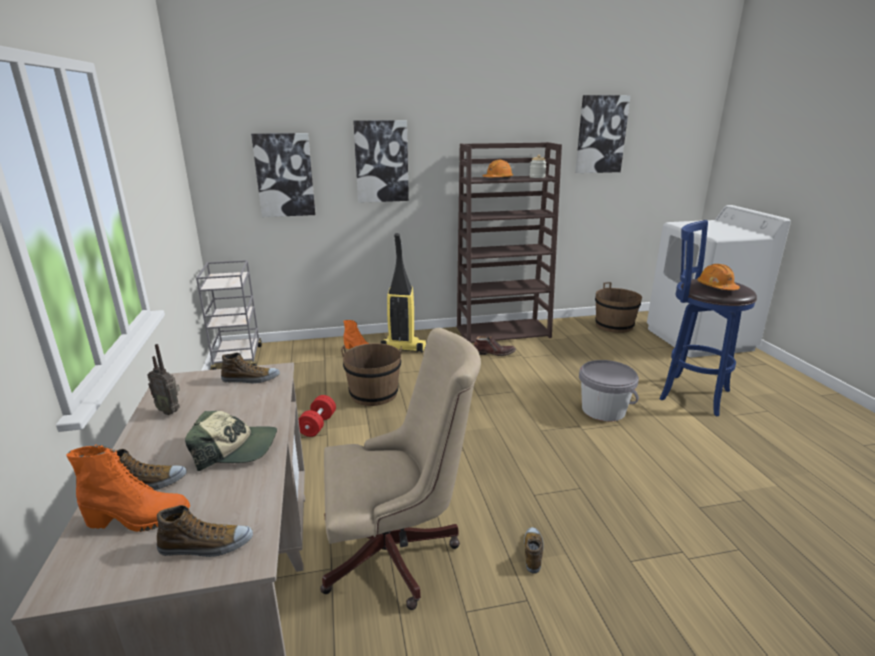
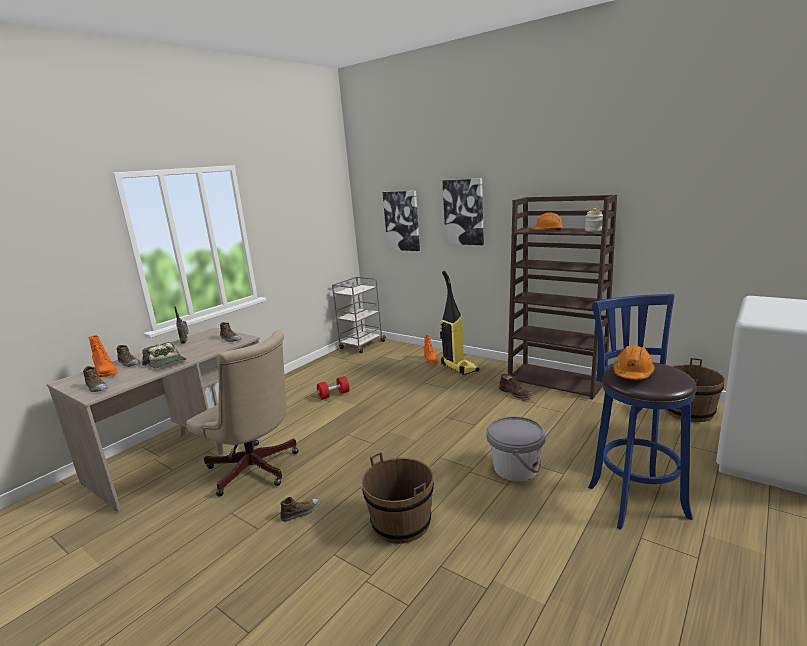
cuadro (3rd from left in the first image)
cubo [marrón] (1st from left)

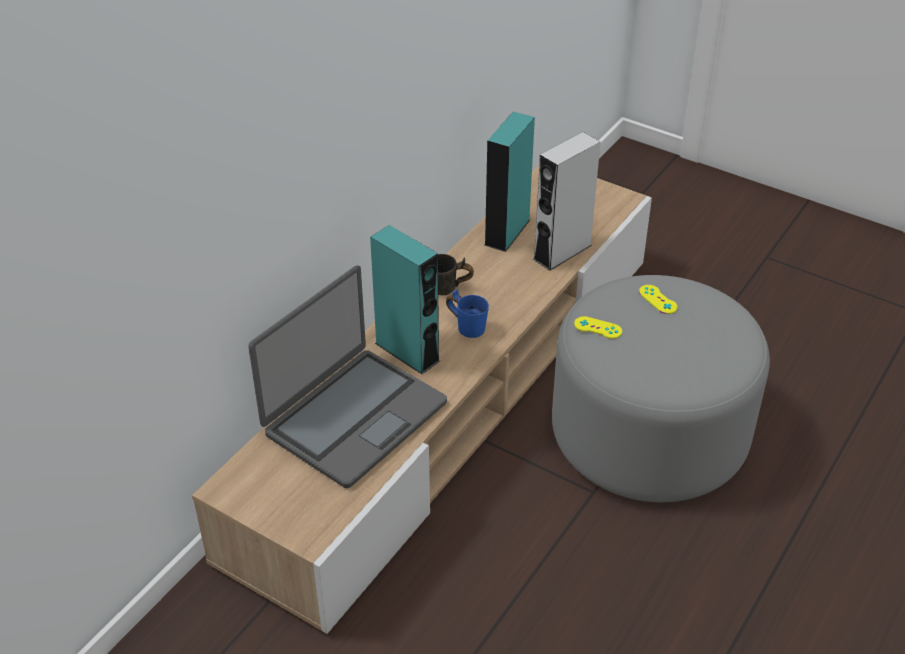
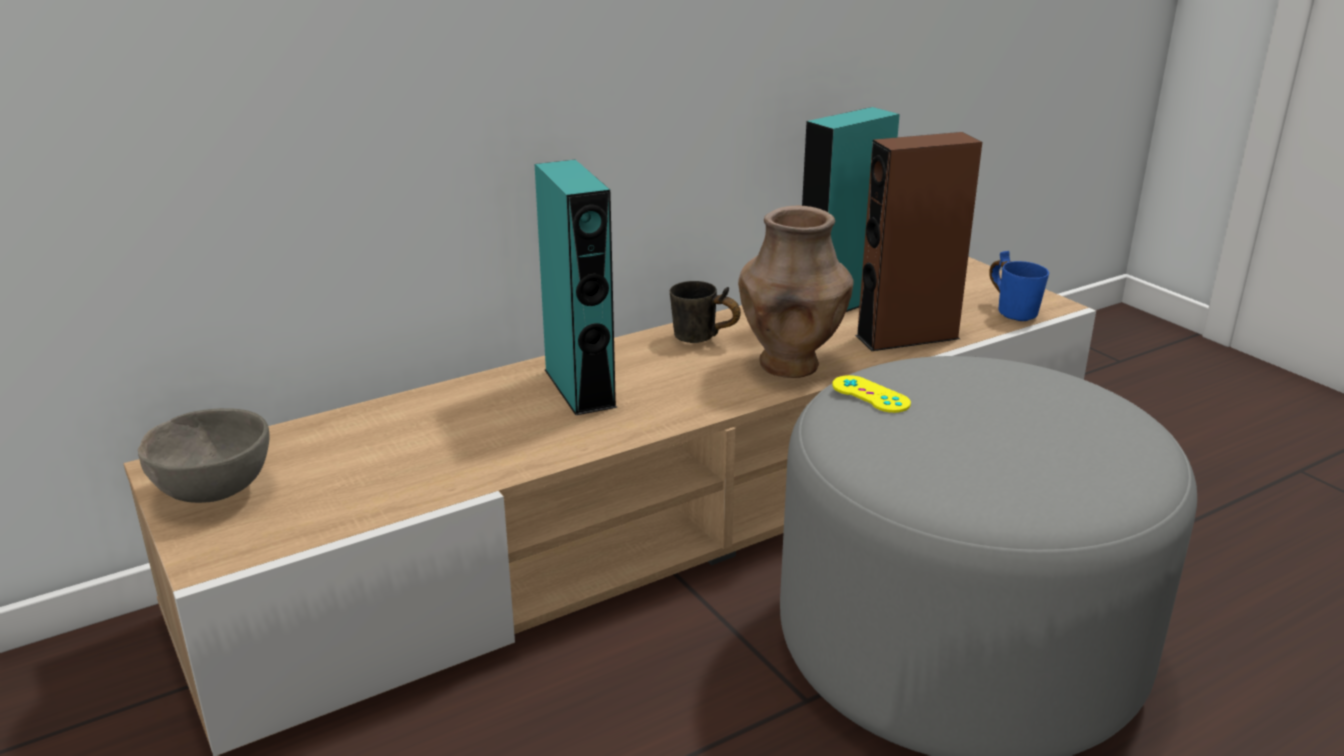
altavoz [marrón]
portátil
mando de consola [amarillo] (2nd from left in the first image)
taza grande [azul]
florero [marrón]
cuenco [gris]

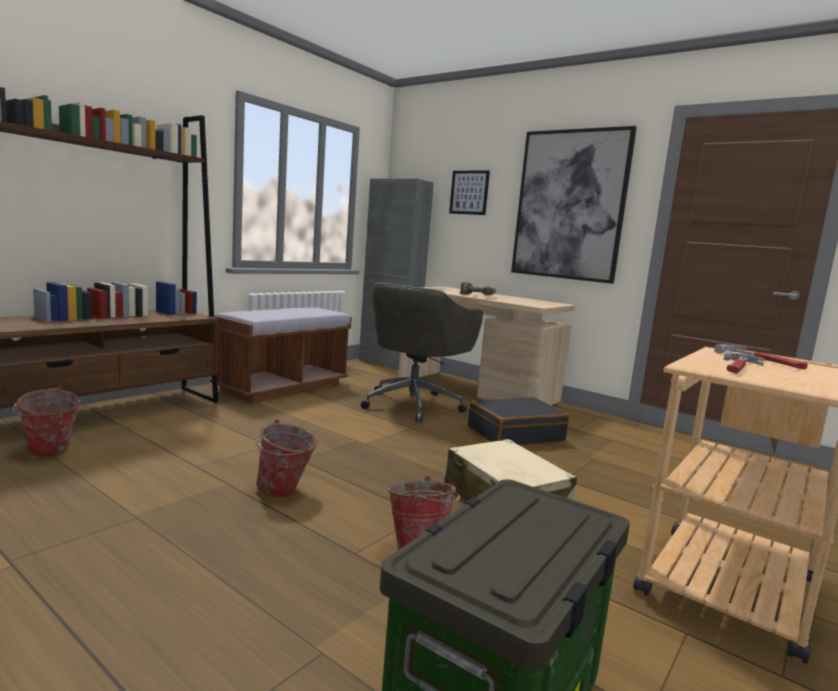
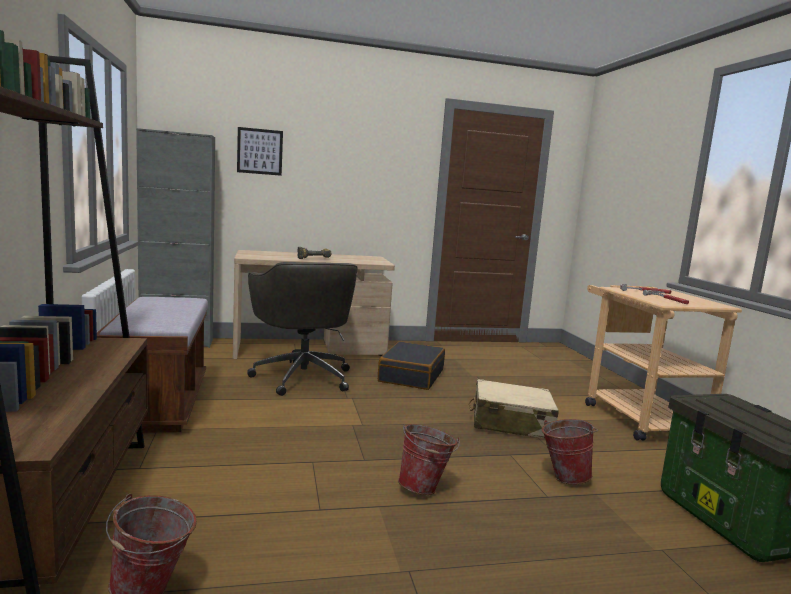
cuadro (2nd from left in the first image)

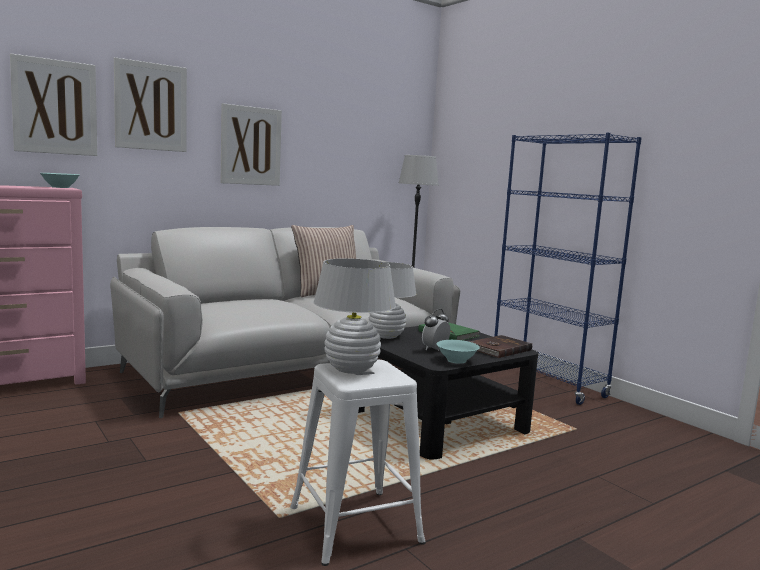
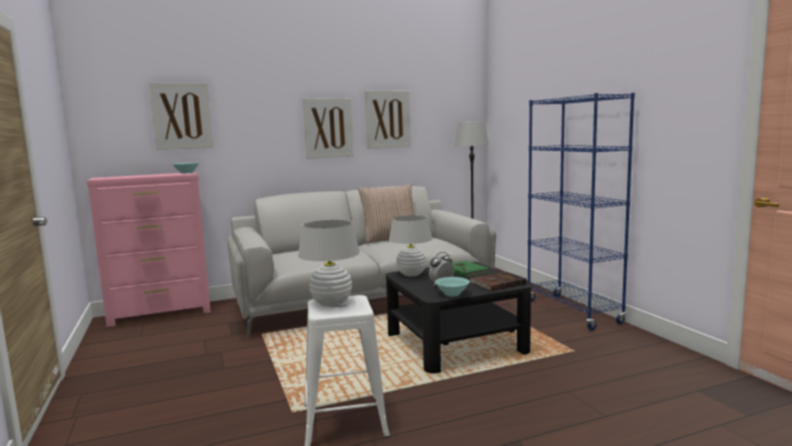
cuadro (3rd from left)

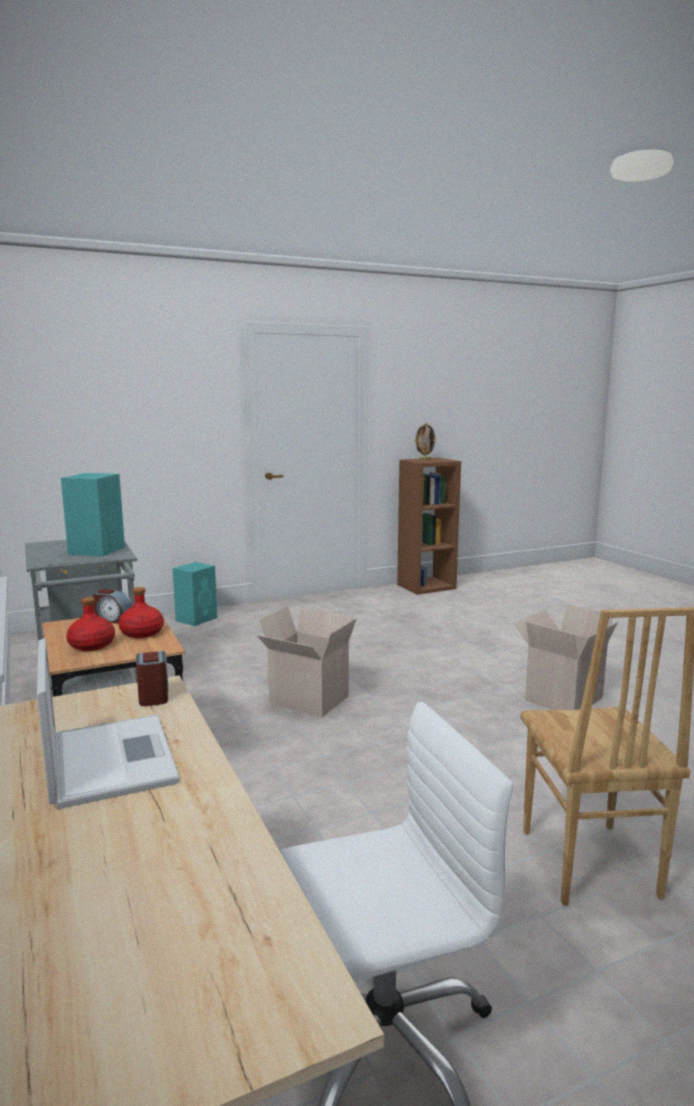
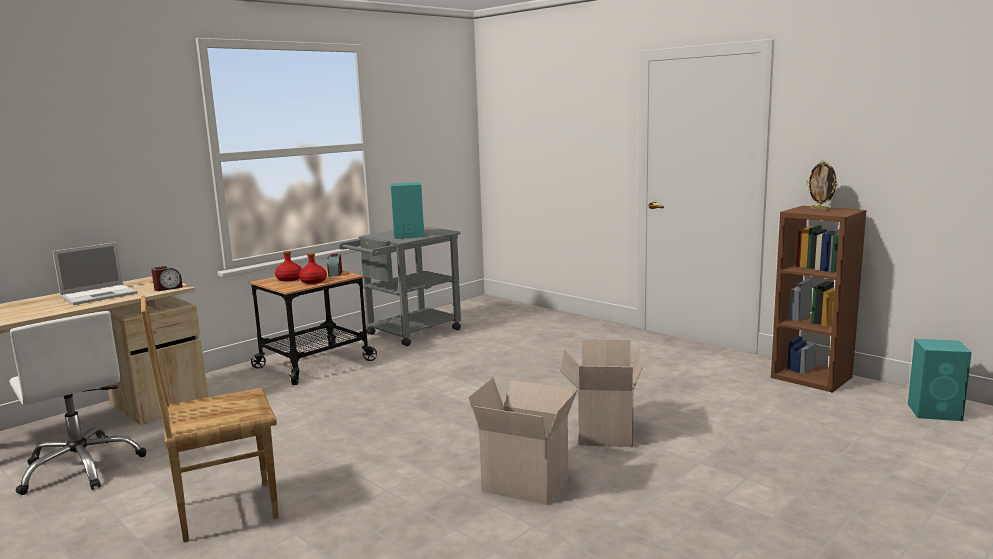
altavoz [turquesa] (2nd from left)
caja de cartón (2nd from left)

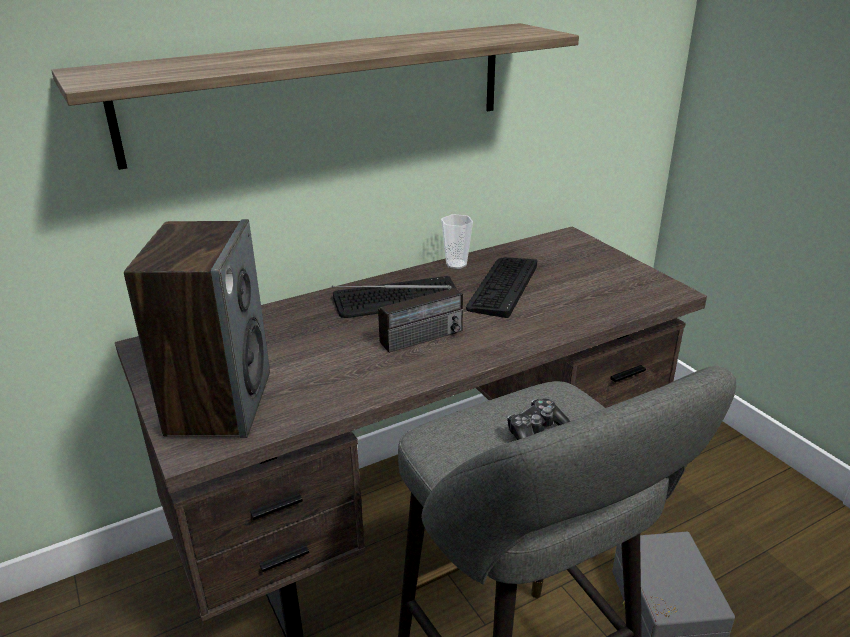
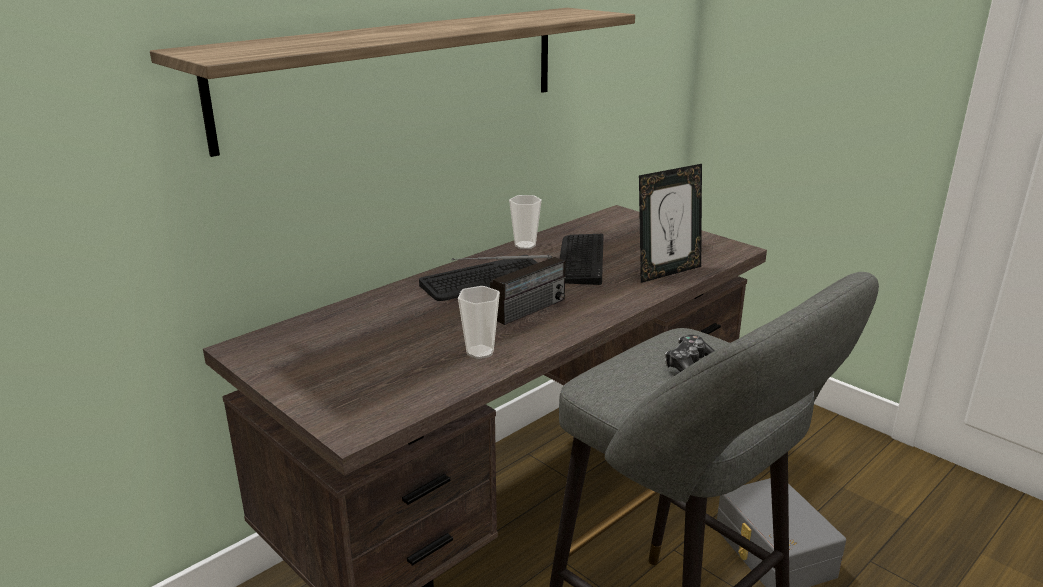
altavoz
portarretratos
taza (1st from left)

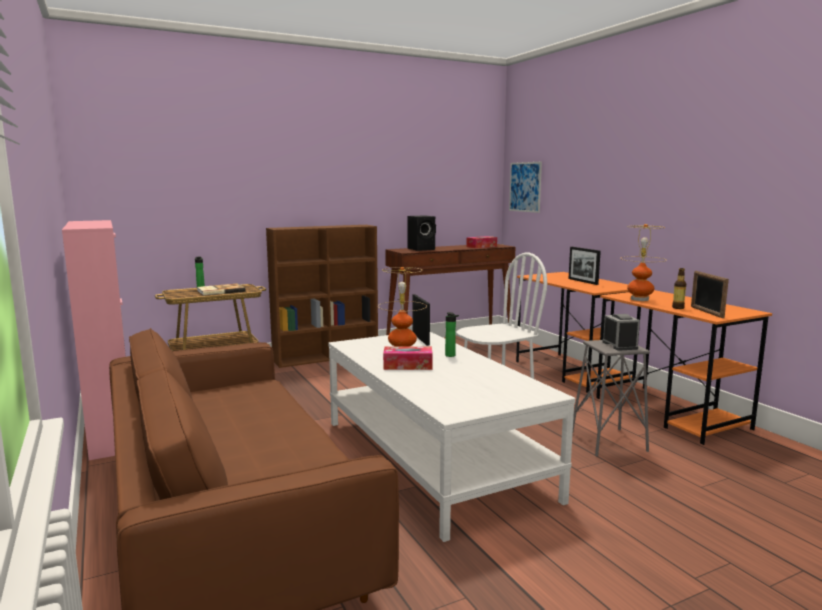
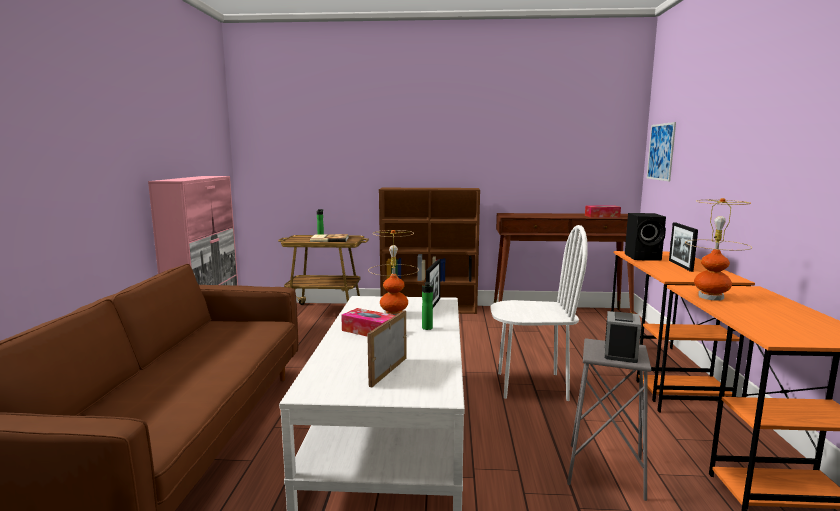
altavoz [negro]
botella (3rd from left in the first image)
portarretratos (1st from left)

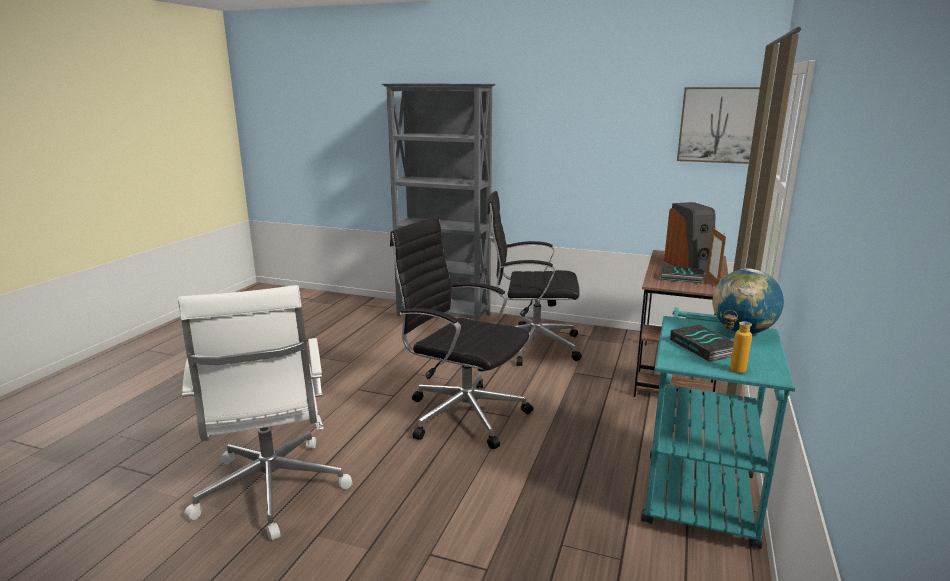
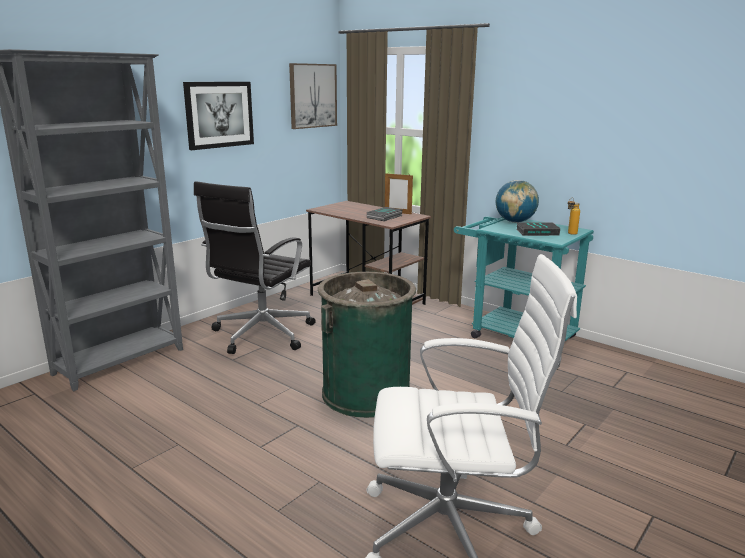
altavoz
papelera [verde]
cuadro (1st from left)

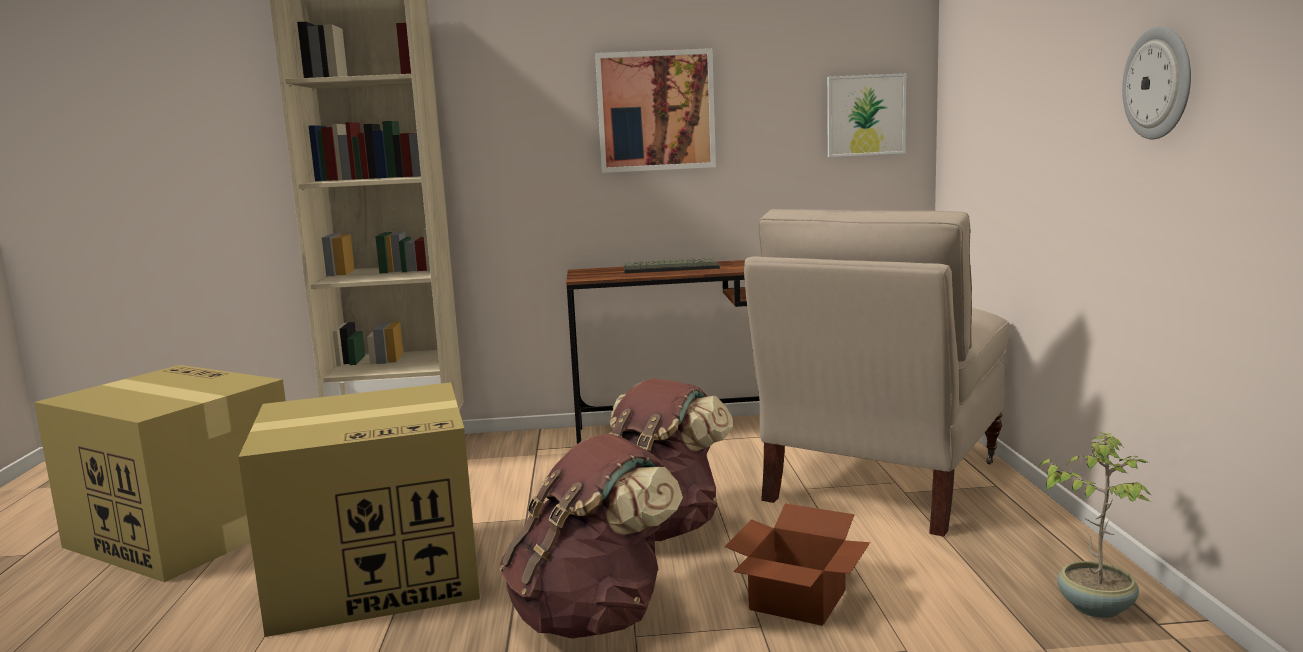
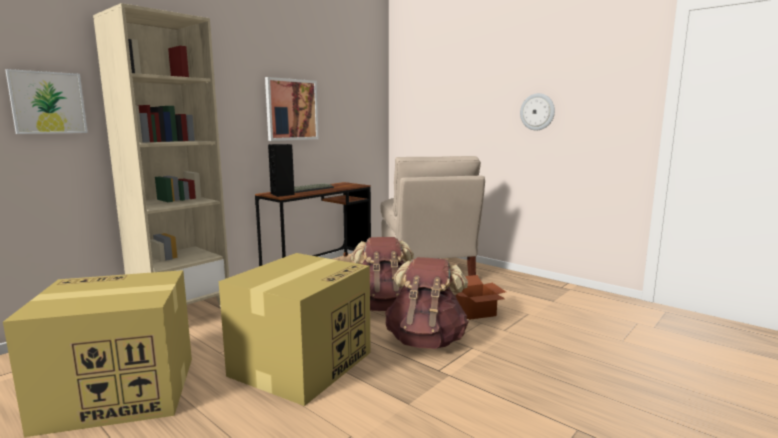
cuadro (1st from left)
planta en maceta
altavoz [negro]

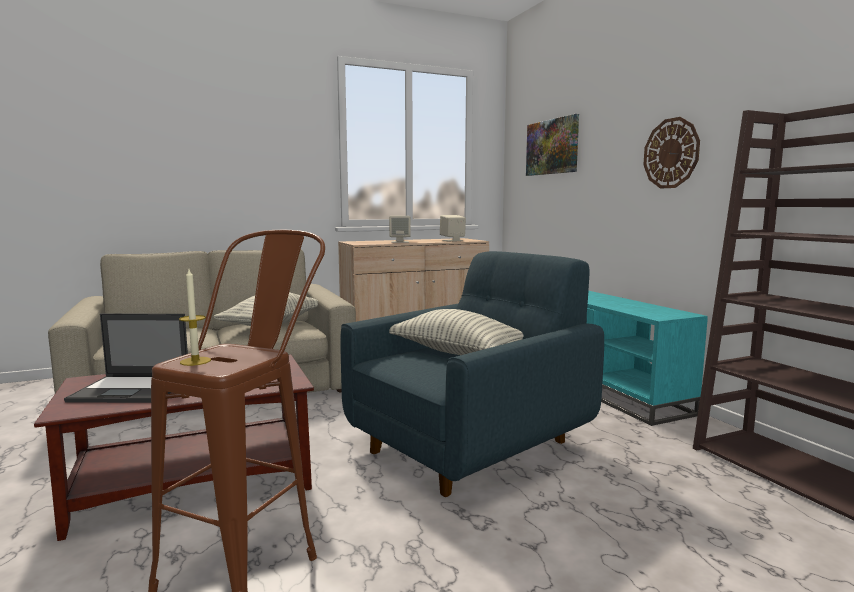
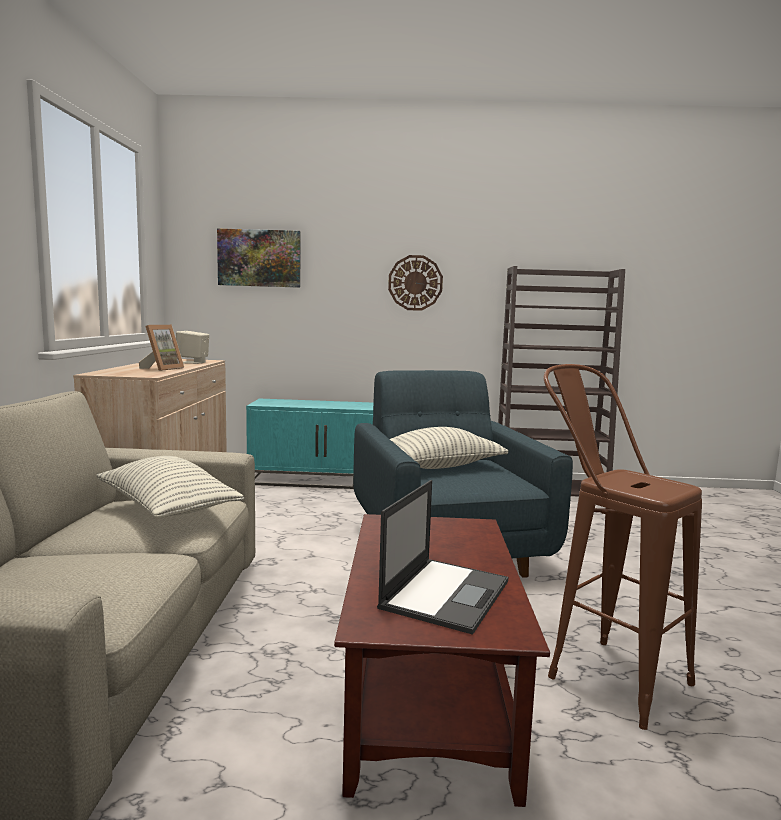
portarretratos
vela

